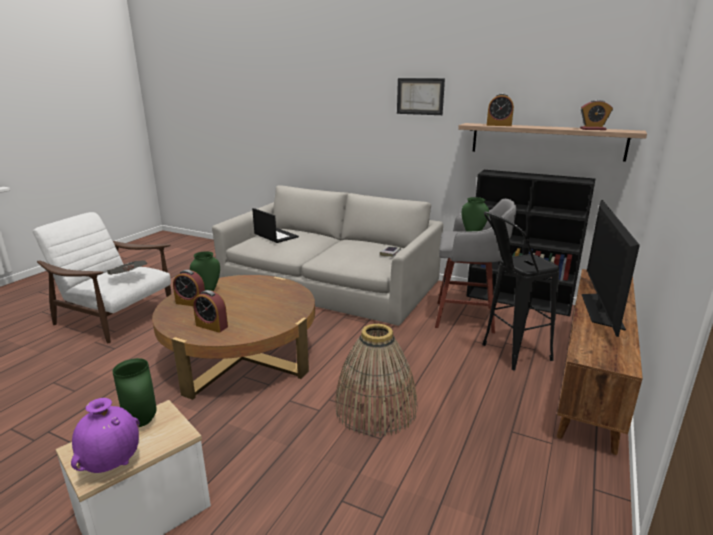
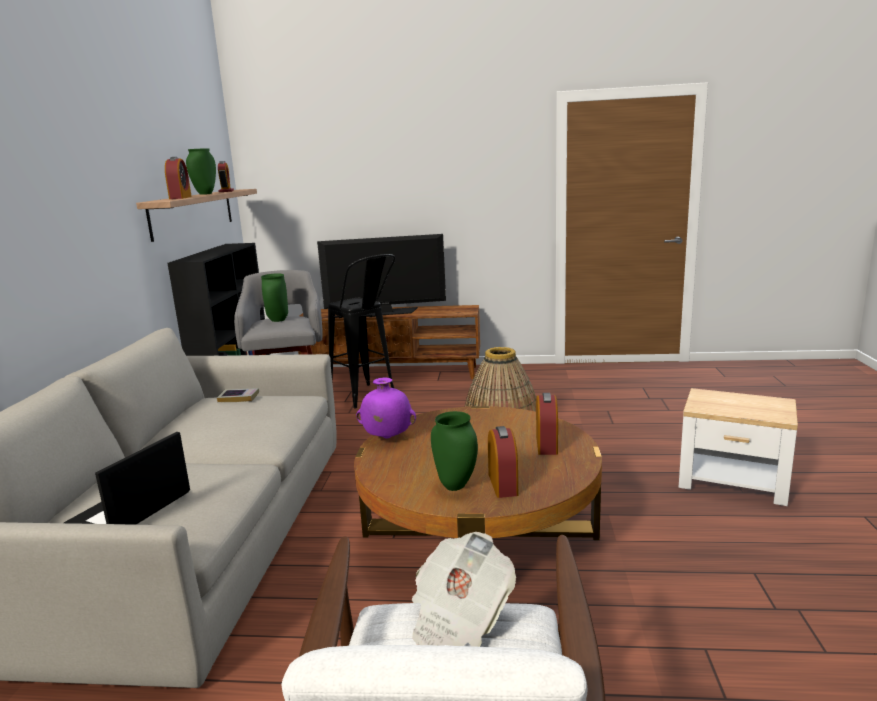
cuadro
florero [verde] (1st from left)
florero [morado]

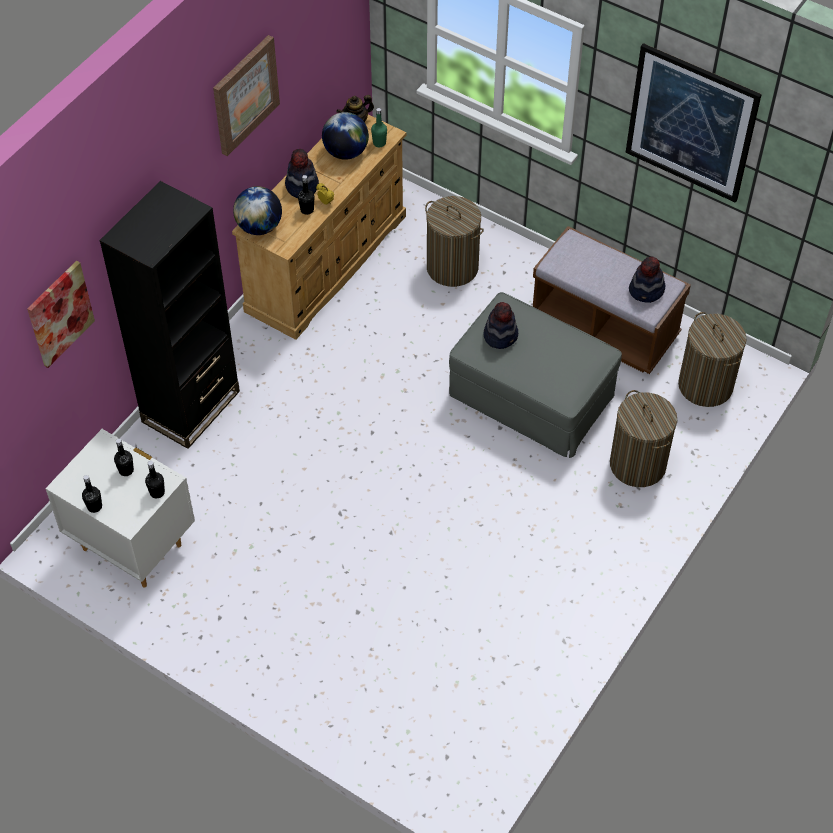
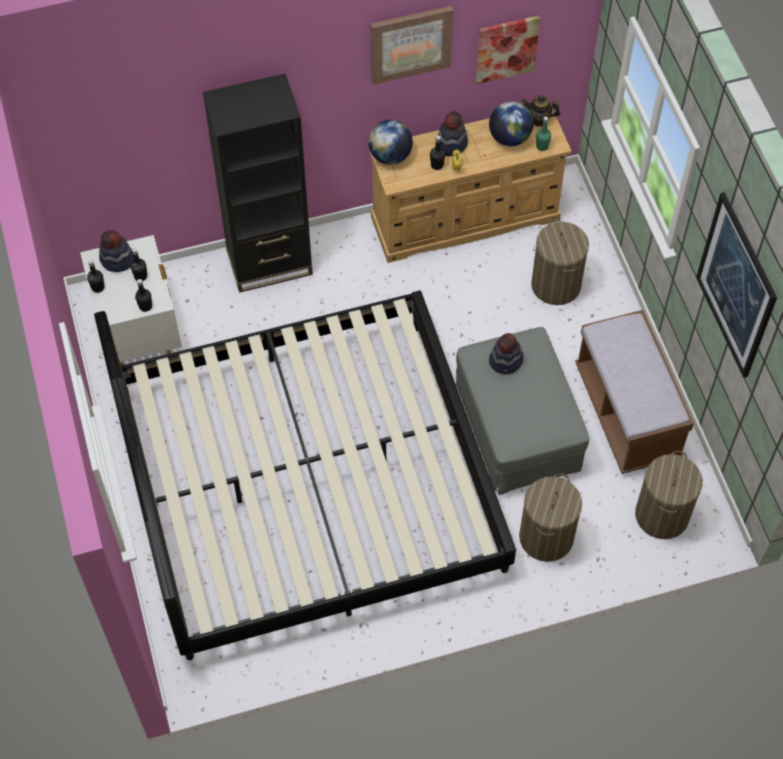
sombrero (1st from left)
cuadro (2nd from left)
cama

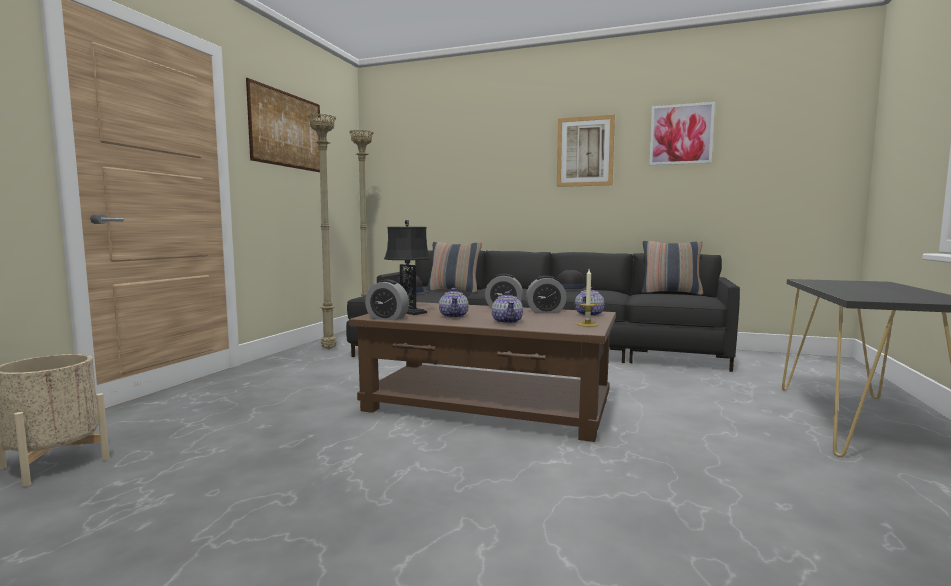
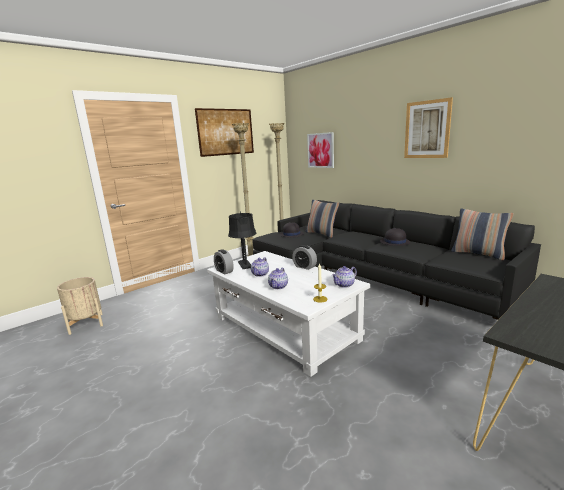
cuadro (2nd from left)
despertador (3rd from left in the first image)
mesa de centro [blanco]

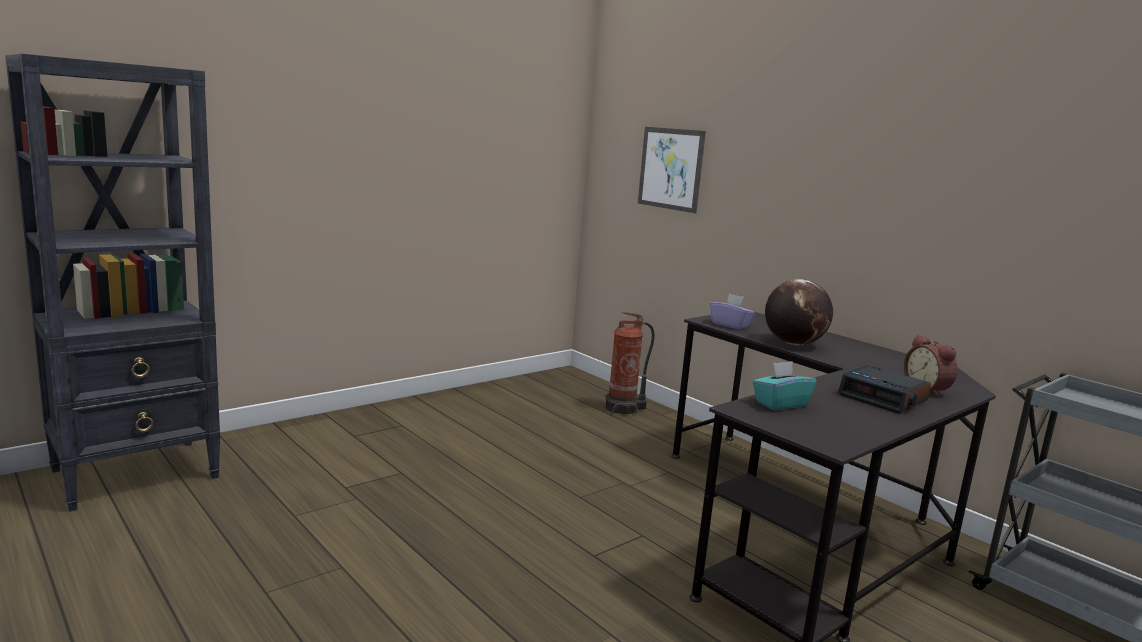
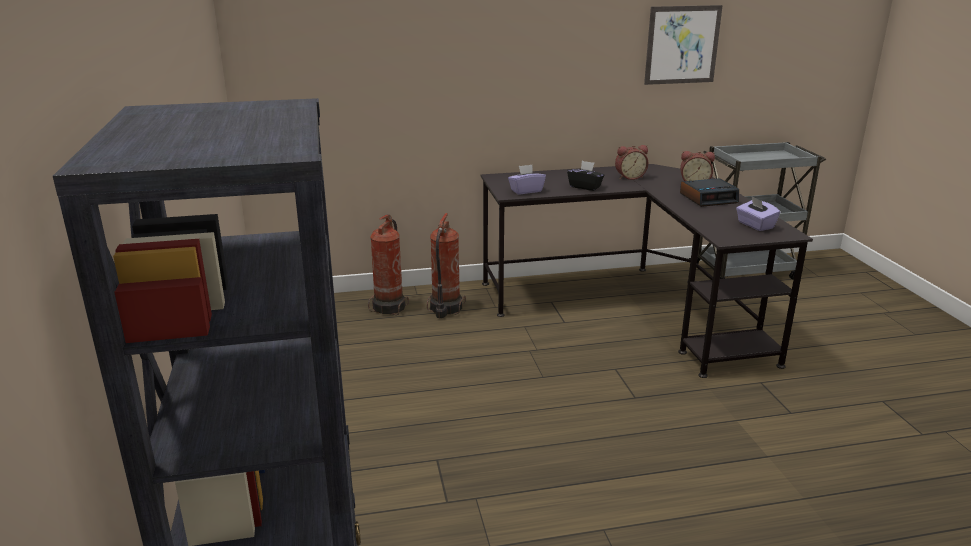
cuadro
caja de pañuelos [negro]
caja de pañuelos [turquesa]
despertador (1st from left)
caja de pañuelos [morado] (2nd from left)
extintor (2nd from left)

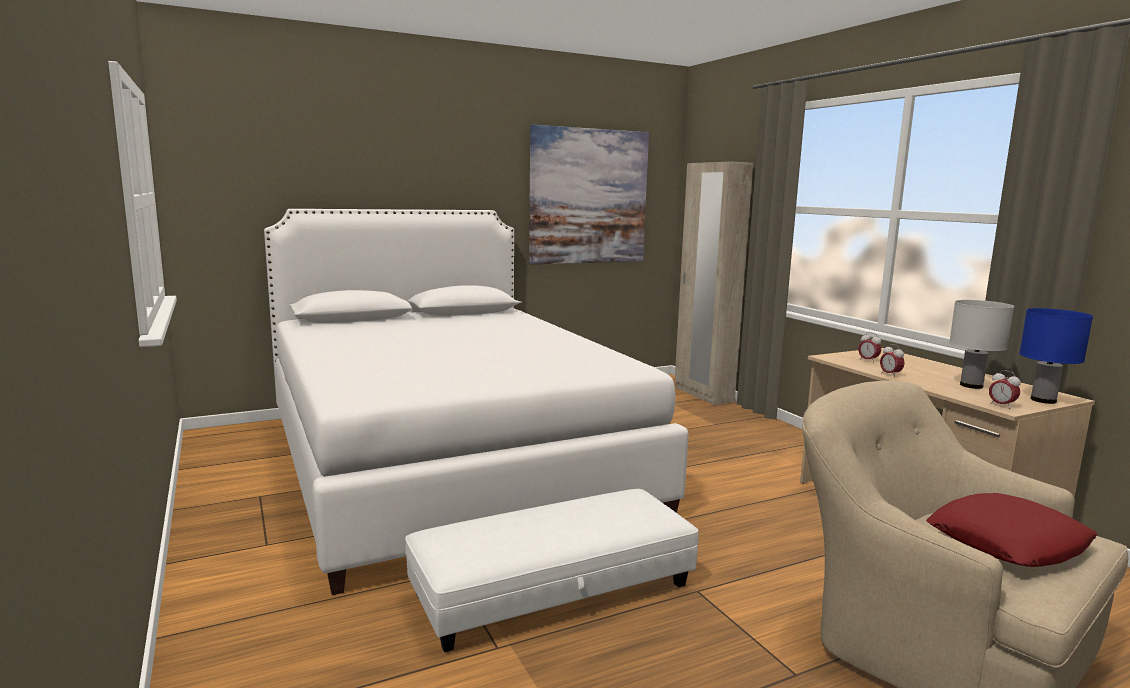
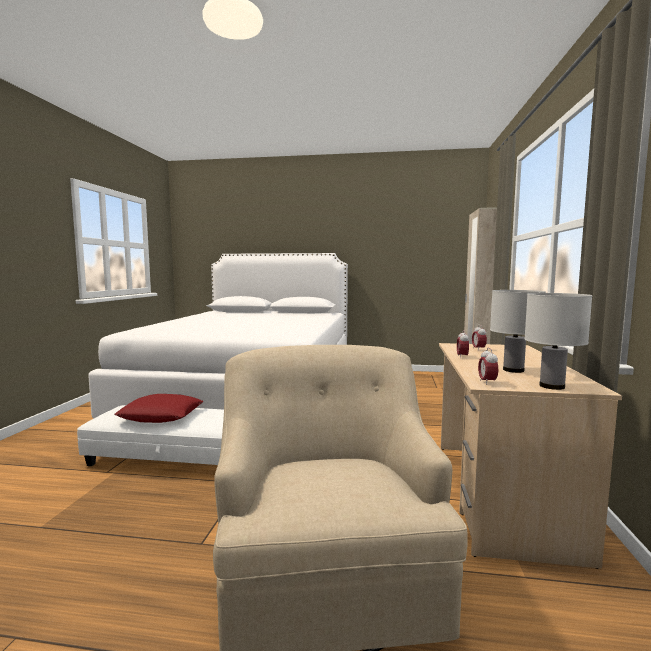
cuadro
lámpara de mesa [blanco] (2nd from left)
cojín [rojo]

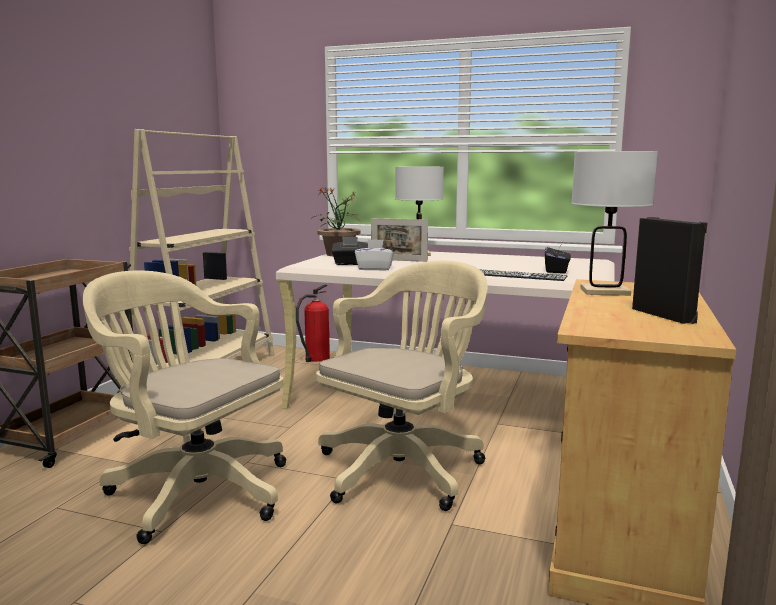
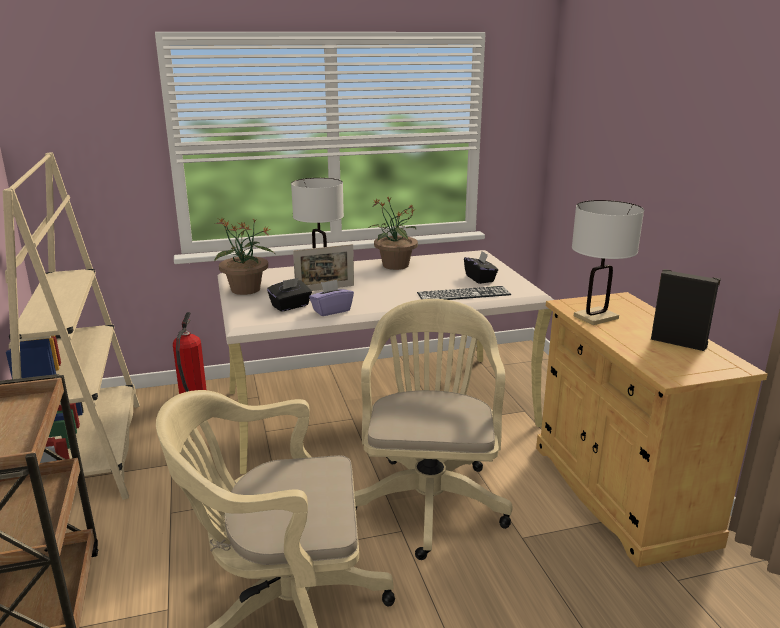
caja de pañuelos [morado]
planta en maceta (2nd from left)

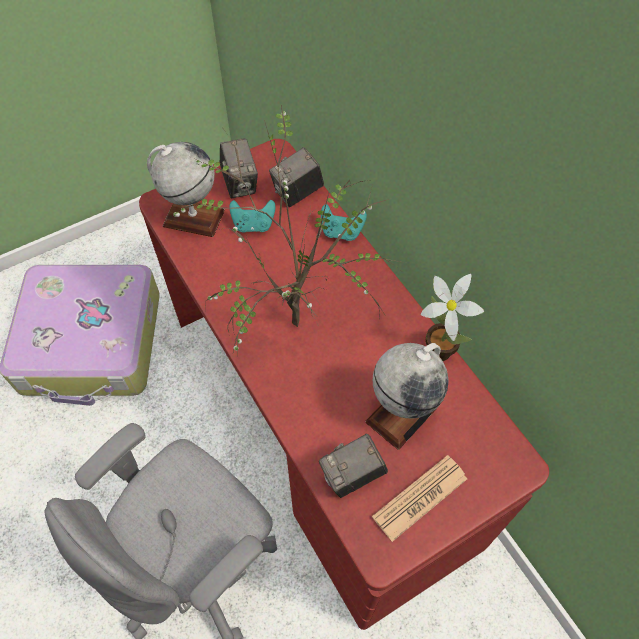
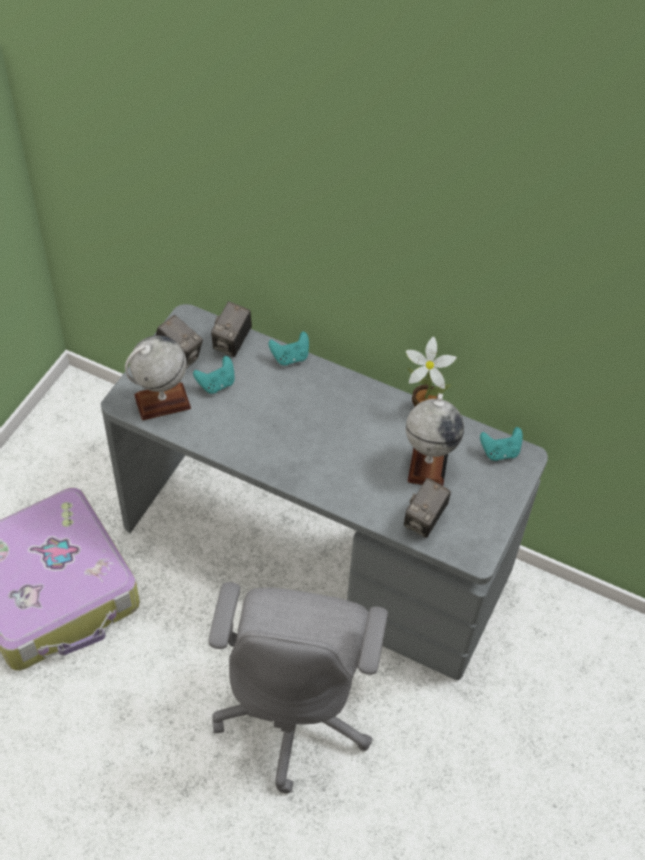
planta en maceta (1st from left in the first image)
escritorio [gris]
periódico
mando de consola [turquesa] (3rd from left)

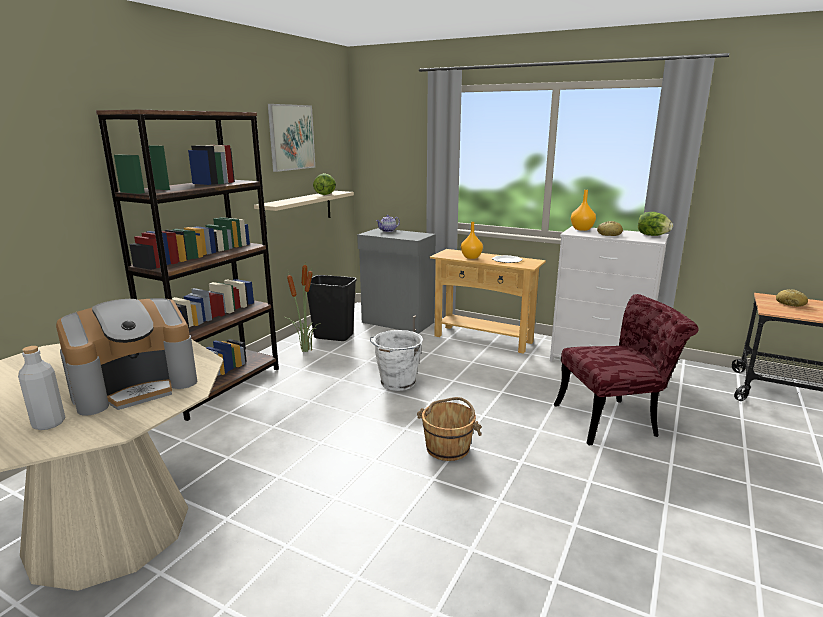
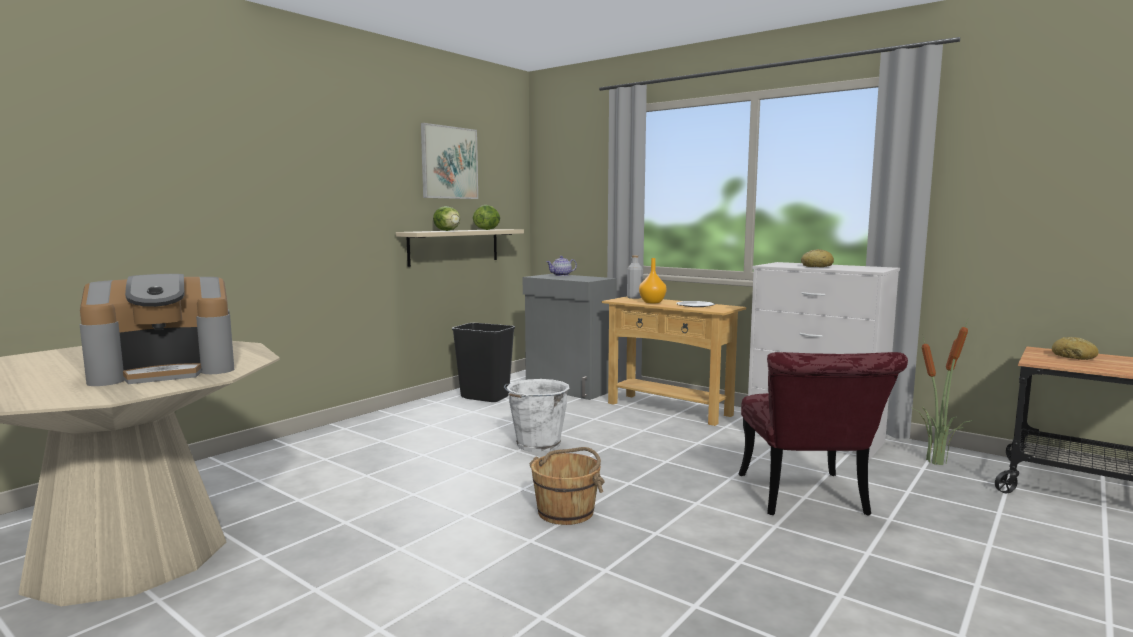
estantería [marrón]
florero [naranja] (2nd from left in the first image)
lechuga (1st from left)
planta en maceta
silla [rojo]
botella [gris]

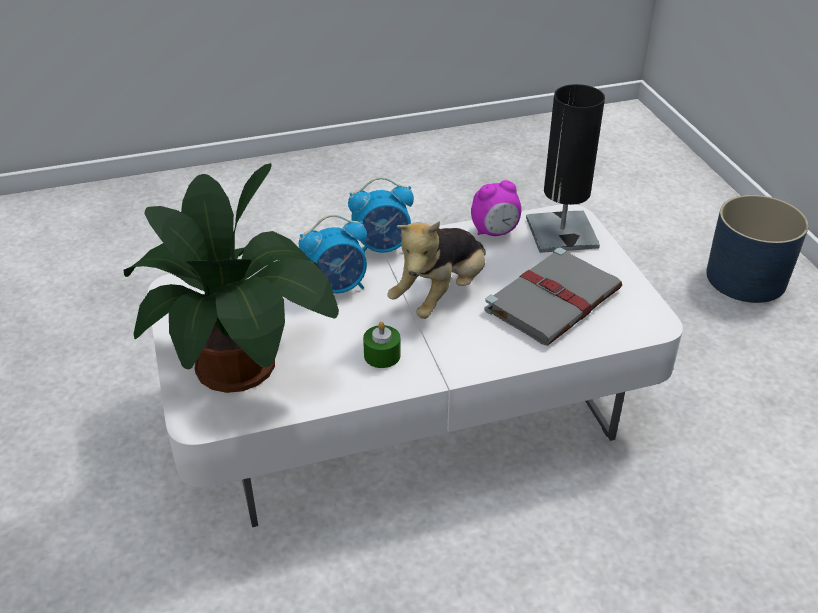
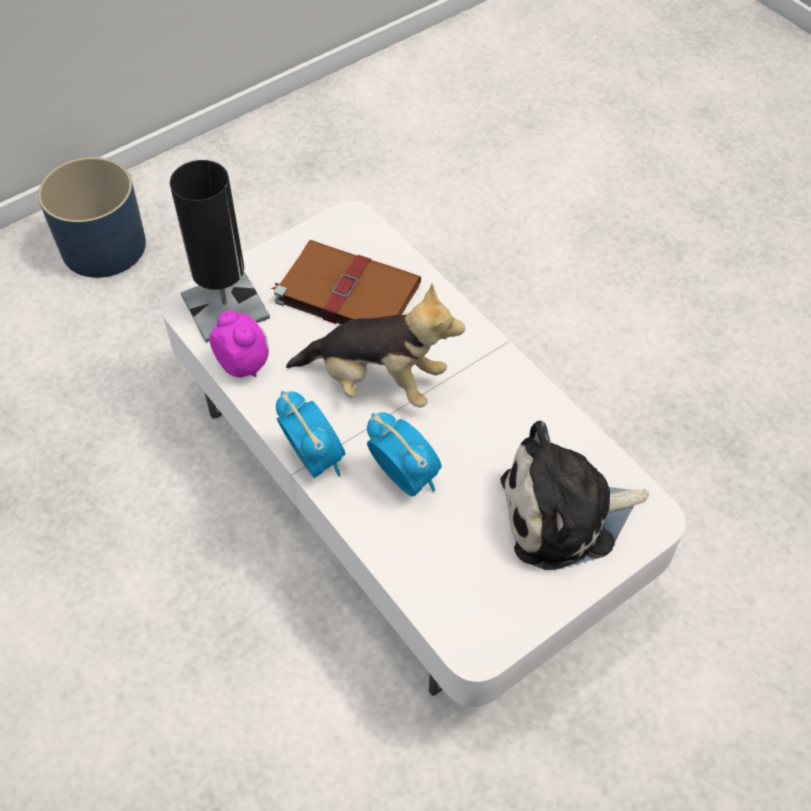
peluche (2nd from left)
libro [marrón]
vela [verde]

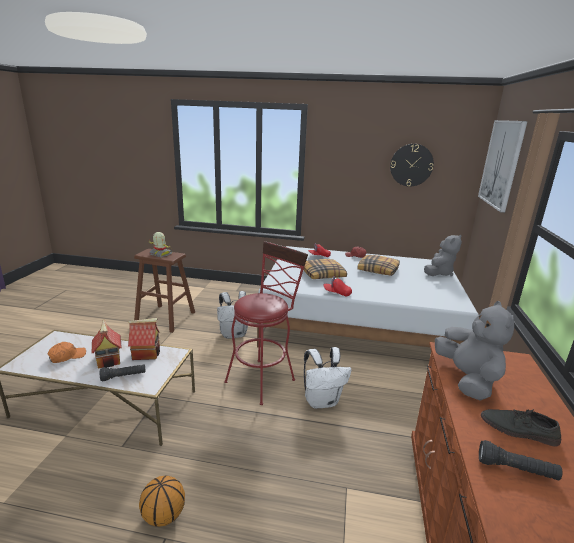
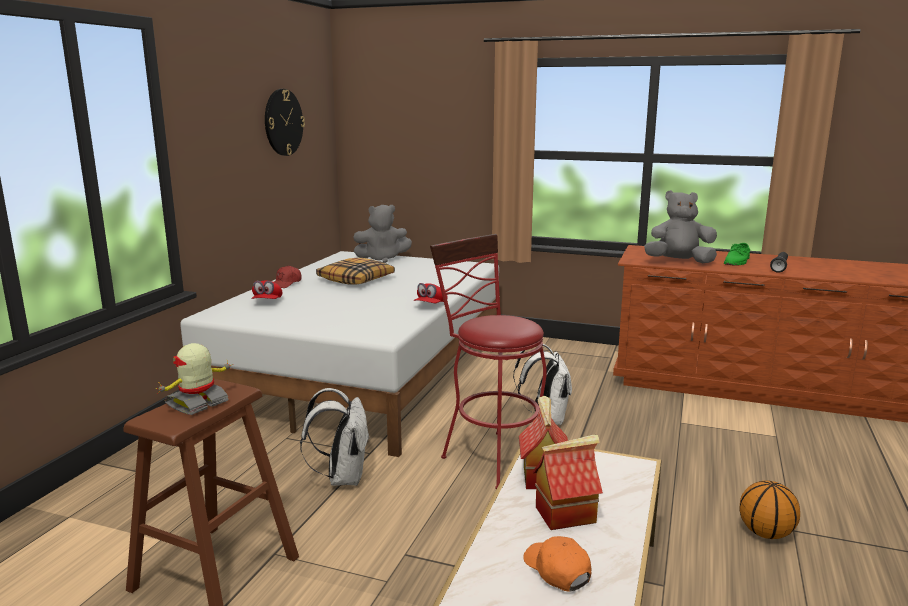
cuadro
peluche [gris] (1st from left)
cojín (1st from left in the first image)
linterna [negro] (1st from left in the first image)
zapato [verde]

